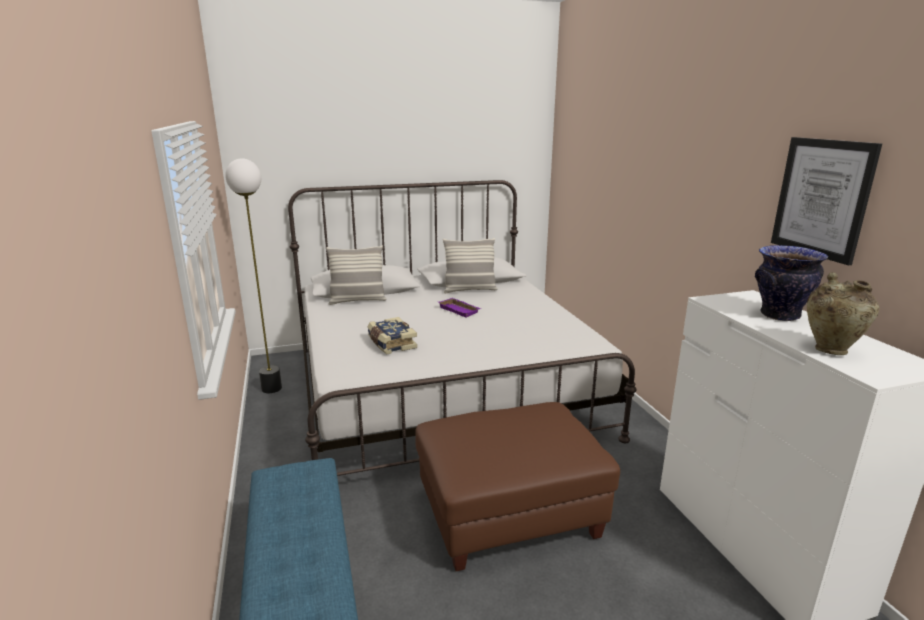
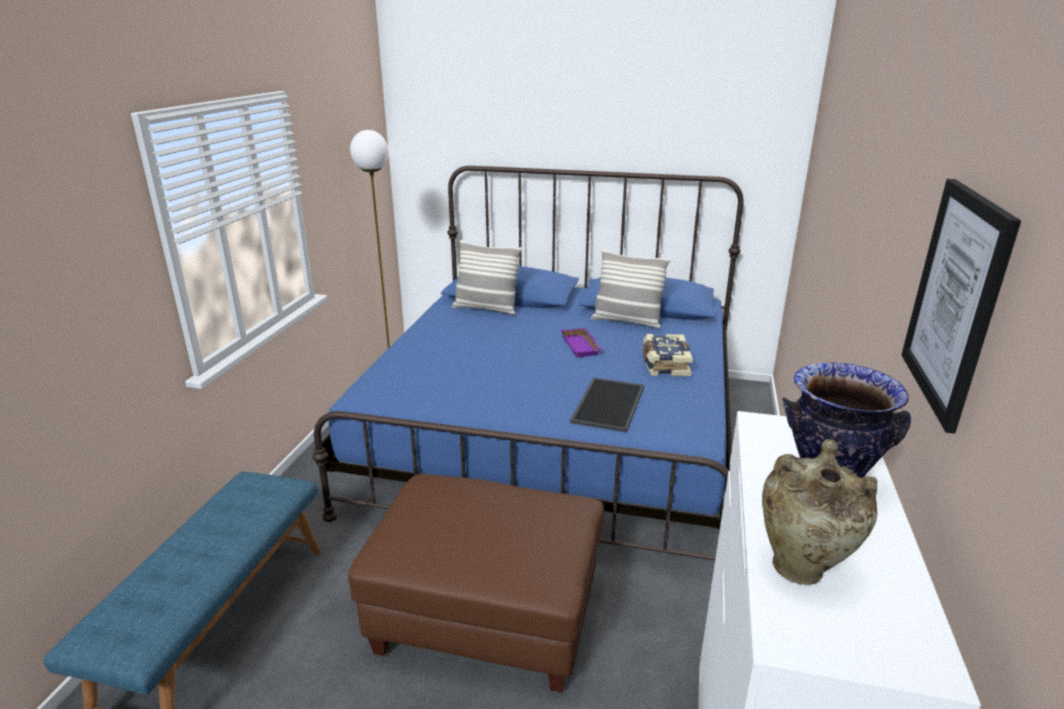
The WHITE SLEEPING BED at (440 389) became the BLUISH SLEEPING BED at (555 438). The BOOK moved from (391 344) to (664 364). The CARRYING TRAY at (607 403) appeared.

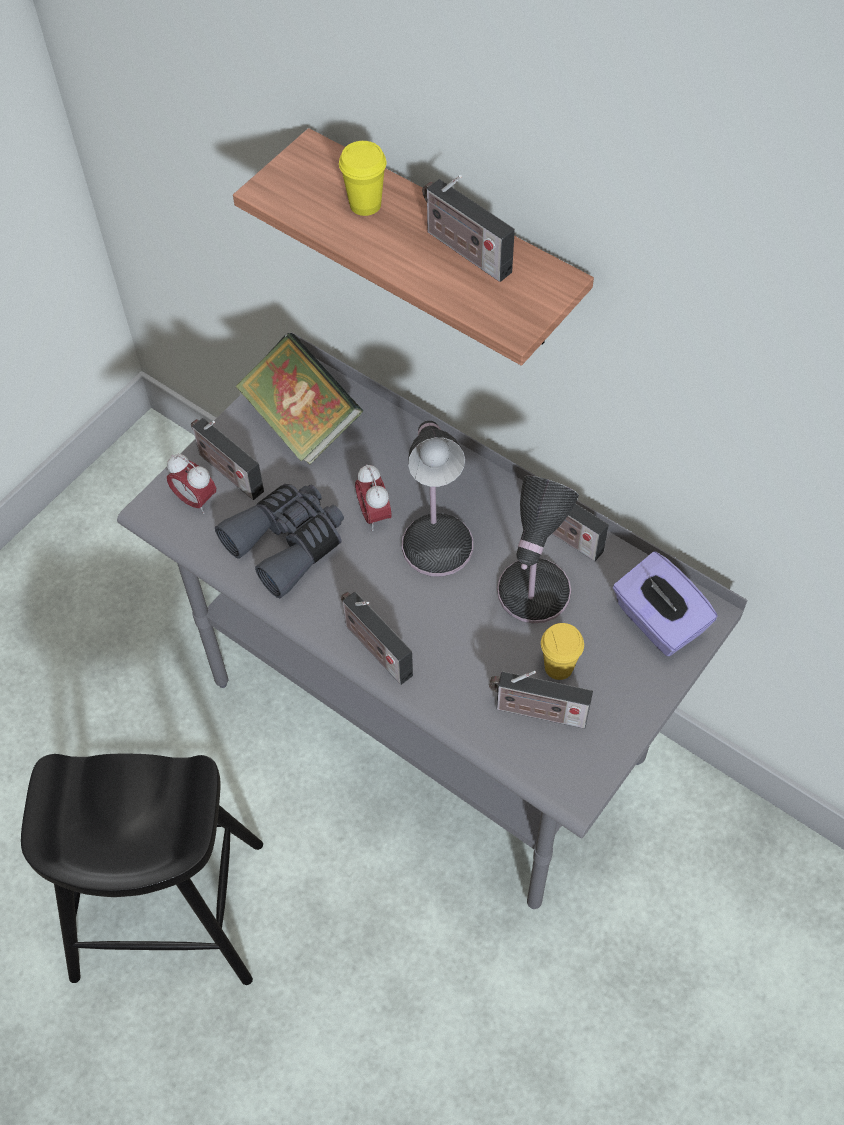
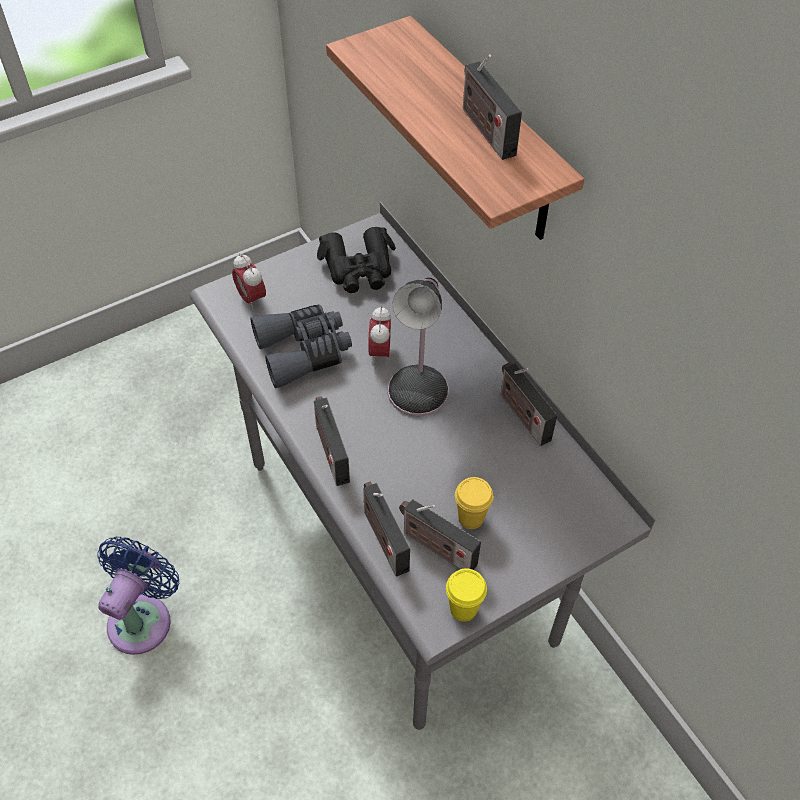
The BLACKISH SITTING STOOL at (169 910) was replaced by the BLUISH COOLING FAN at (143 618). The RADIO RECEIVER moved from (227 471) to (383 538). The BOOK at (302 421) was replaced by the BLACKISH BINOCULARS at (359 268). The YELLOW-COLOURED CUP moved from (365 204) to (463 609). The TABLETOP LAMP at (531 595) disappeared. The PURPLISH TISSUE BOX at (658 621) disappeared.

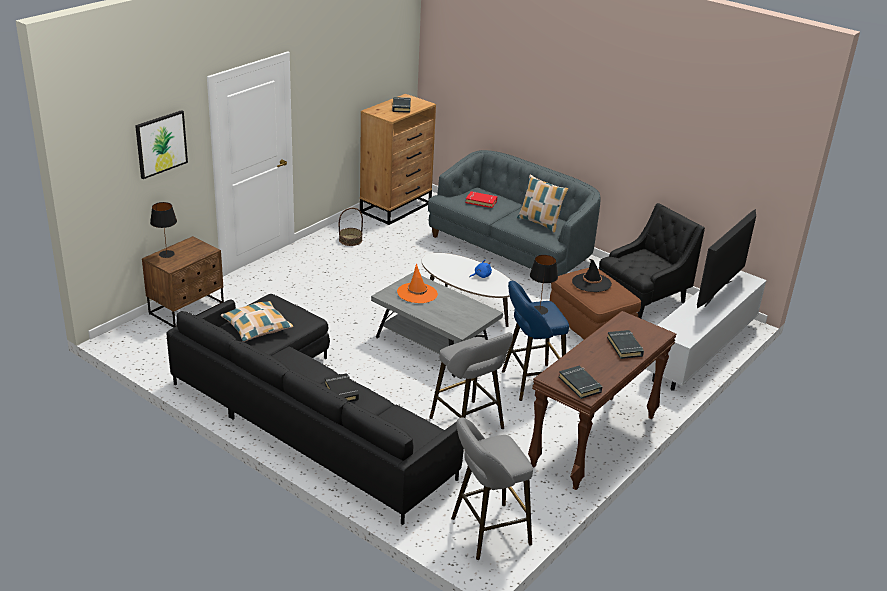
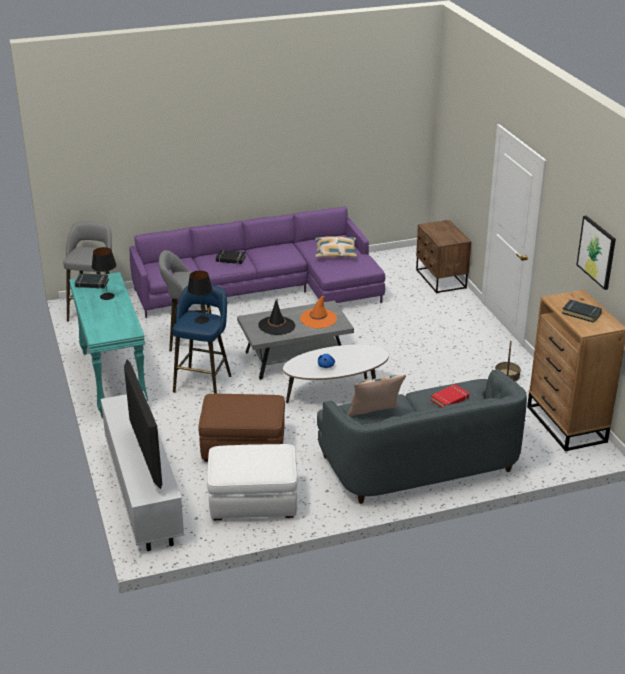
The PICTURE moved from (161 144) to (597 252). The BLACKISH TABLETOP LAMP moved from (167 254) to (107 296). The BLACKISH SOFA at (305 415) became the PURPLISH SOFA at (266 289). The BROWN-COLOURED NARROW TABLE at (594 441) became the BLUE-GREEN NARROW TABLE at (112 380). The BLACKISH HAT moved from (591 283) to (276 326). The BLACKISH ARMCHAIR at (642 300) was replaced by the WHITE OTTOMAN at (252 502). The BLACKISH BOOK at (625 347) disappeared.

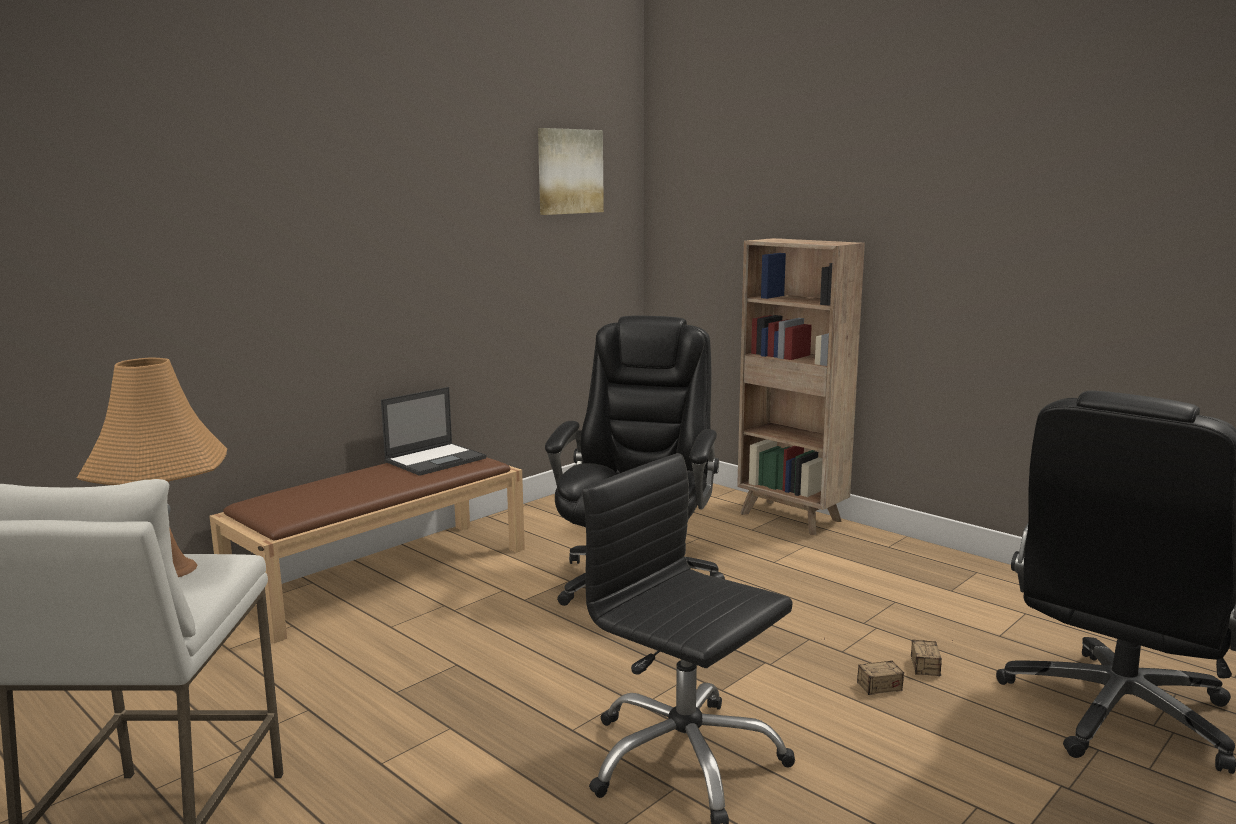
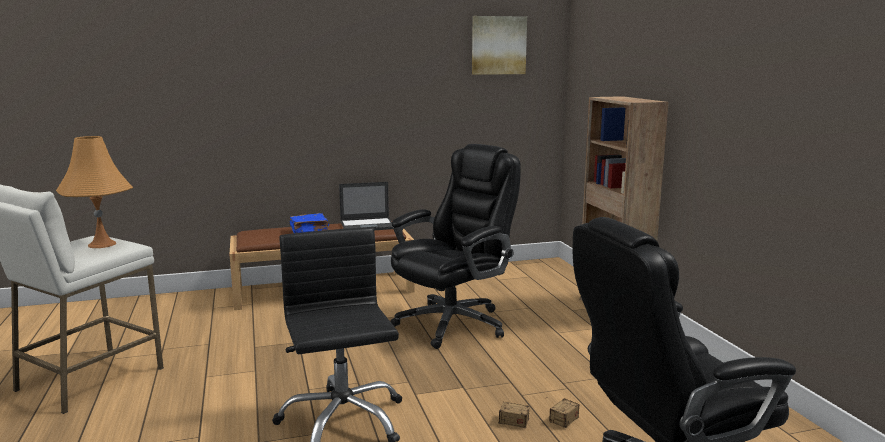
The BLUISH BOOK at (310 231) appeared.

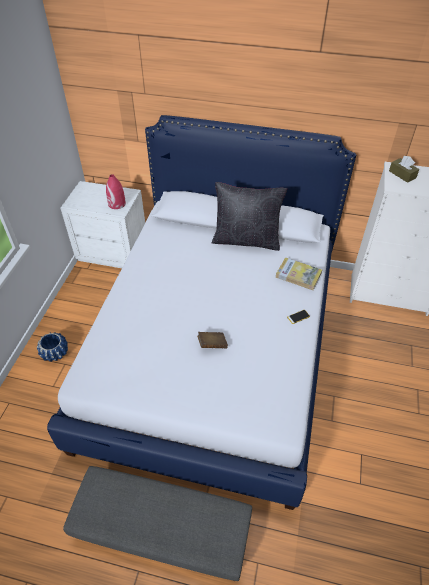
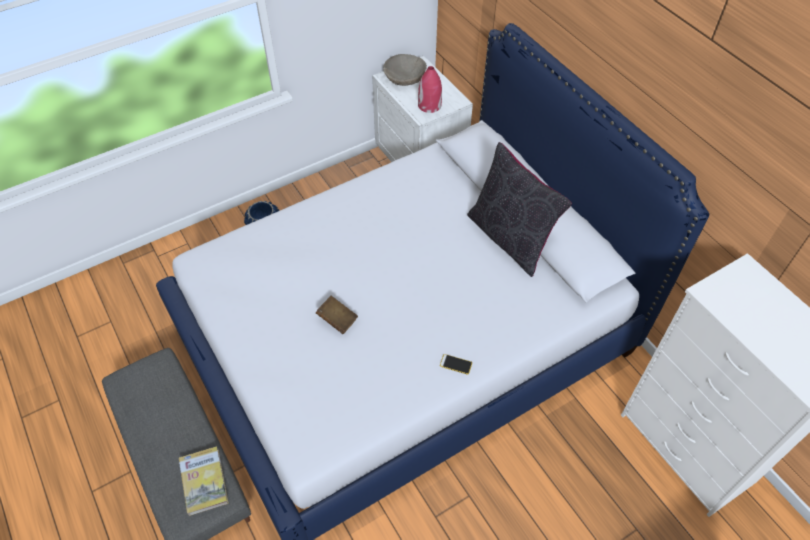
The BOOK moved from (298 275) to (204 481). The BROWN-COLOURED TISSUE BOX at (402 174) disappeared. The SAND-COLOURED SERVING BOWL at (404 77) appeared.

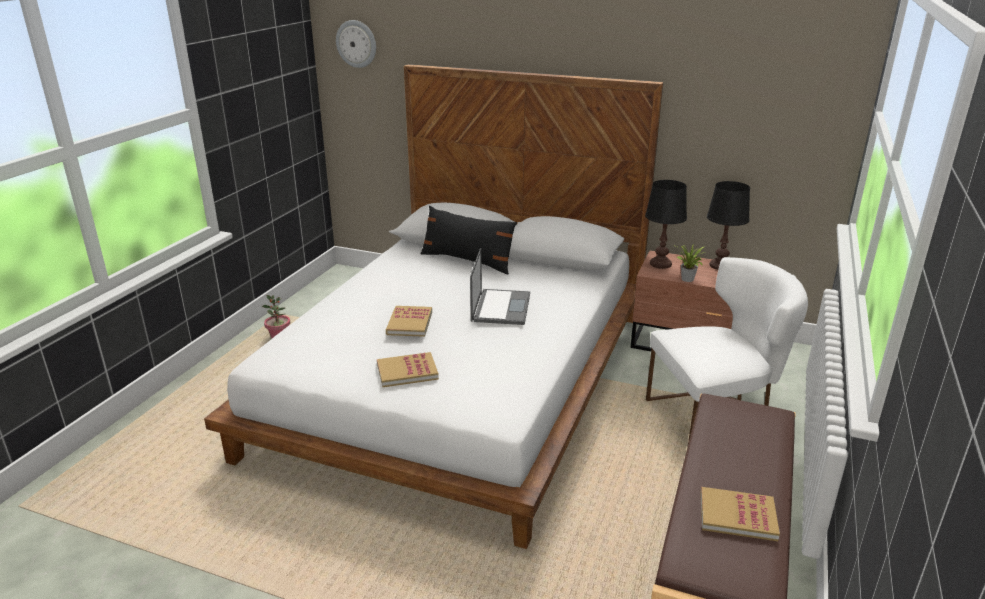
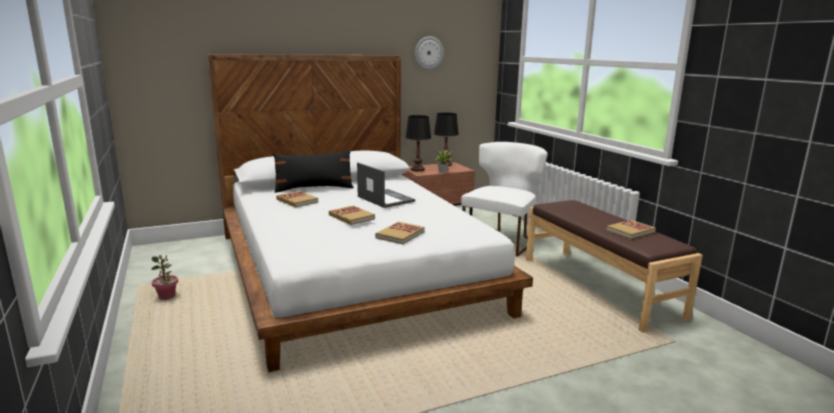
The WALL CLOCK moved from (356 44) to (428 53). The BOOK at (297 201) appeared.

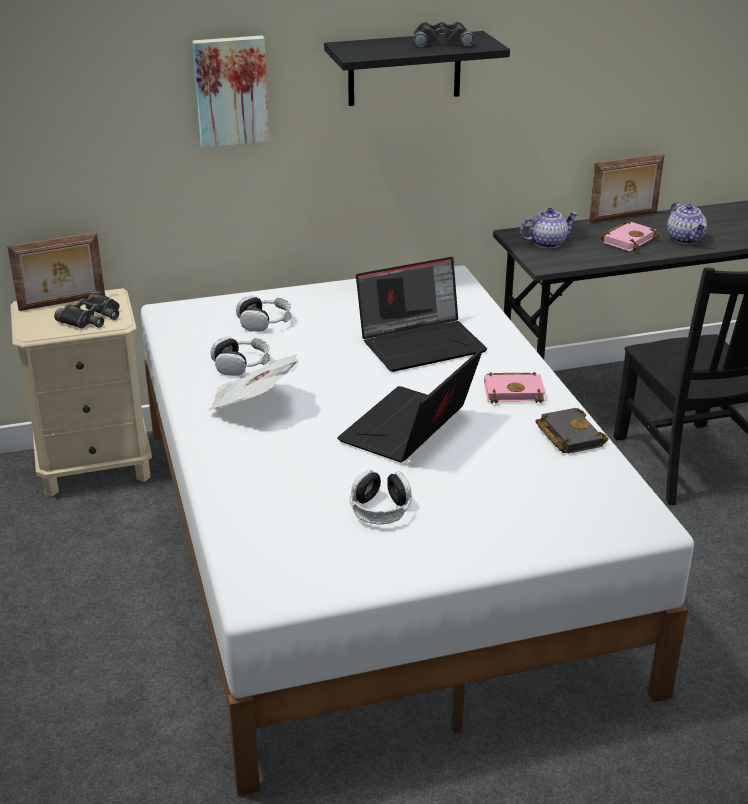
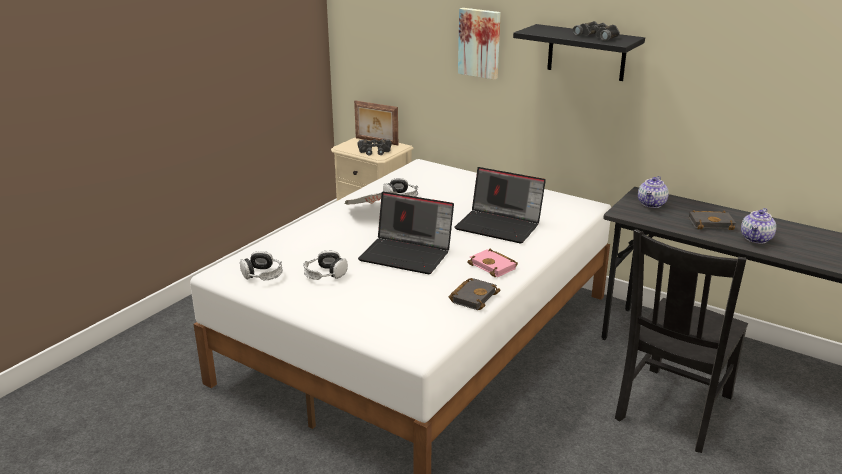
The HEADSET moved from (265 322) to (262 275). The LAPTOP at (409 430) turned 150 degrees counterclockwise. The POT FOR TEA at (547 243) turned 90 degrees clockwise. The PHOTO FRAME at (623 218) disappeared. The PINKISH BOOK at (628 240) became the BLACKISH BOOK at (711 223).

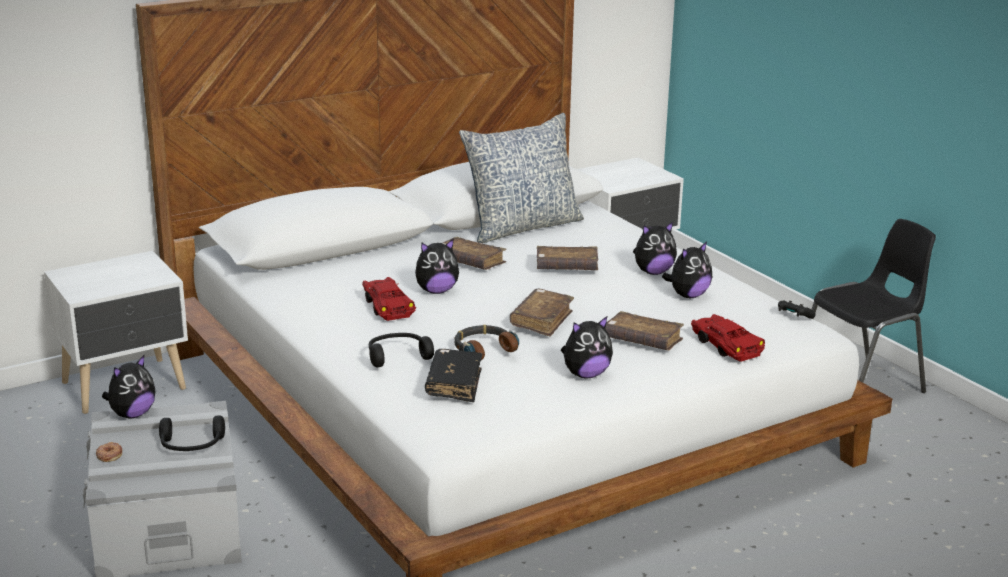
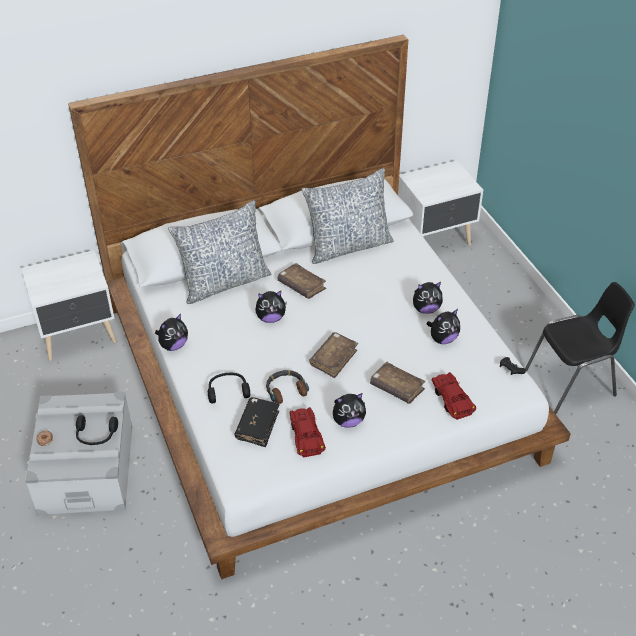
The SOFT TOY moved from (132 414) to (173 345). The REDDISH MINIATURE CAR moved from (387 306) to (306 436). The BROWN-COLOURED BOOK at (566 267) disappeared. The THROW PILLOW at (224 282) appeared.

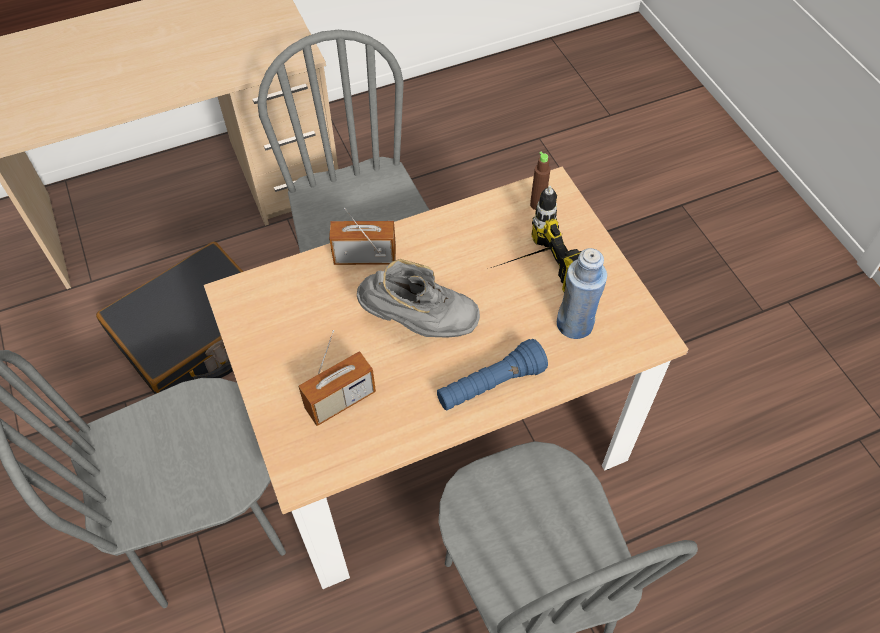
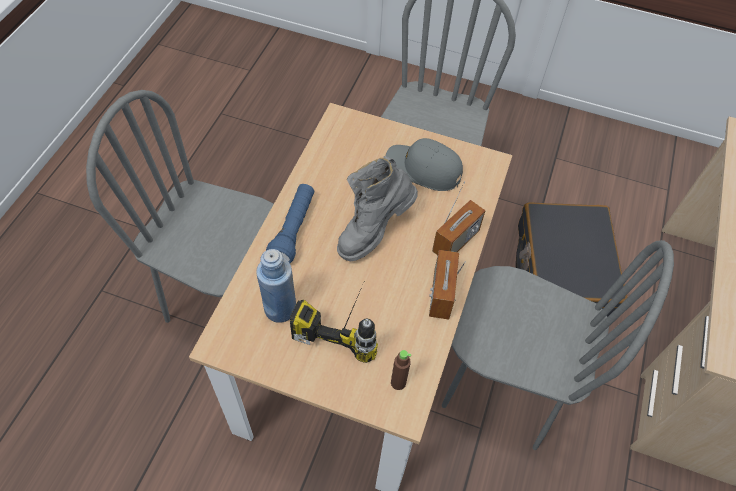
The RADIO RECEIVER moved from (340 401) to (441 294). The GRAY PEAKED CAP at (423 169) appeared.

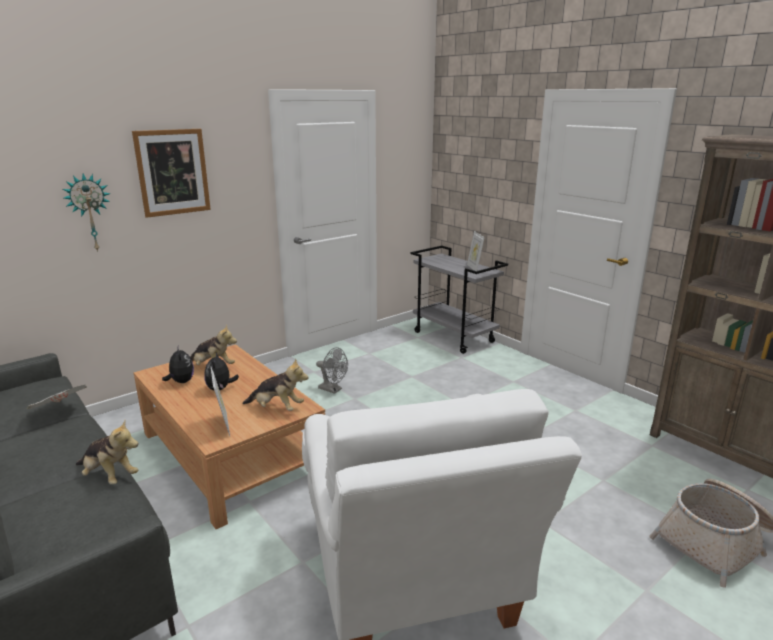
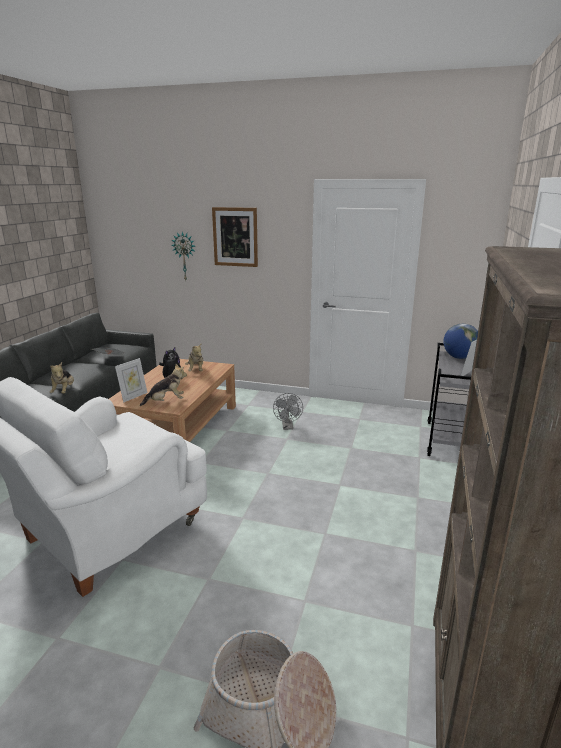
The SOFT TOY at (277 408) turned 90 degrees counterclockwise. The DESK GLOBE at (459 357) appeared.

